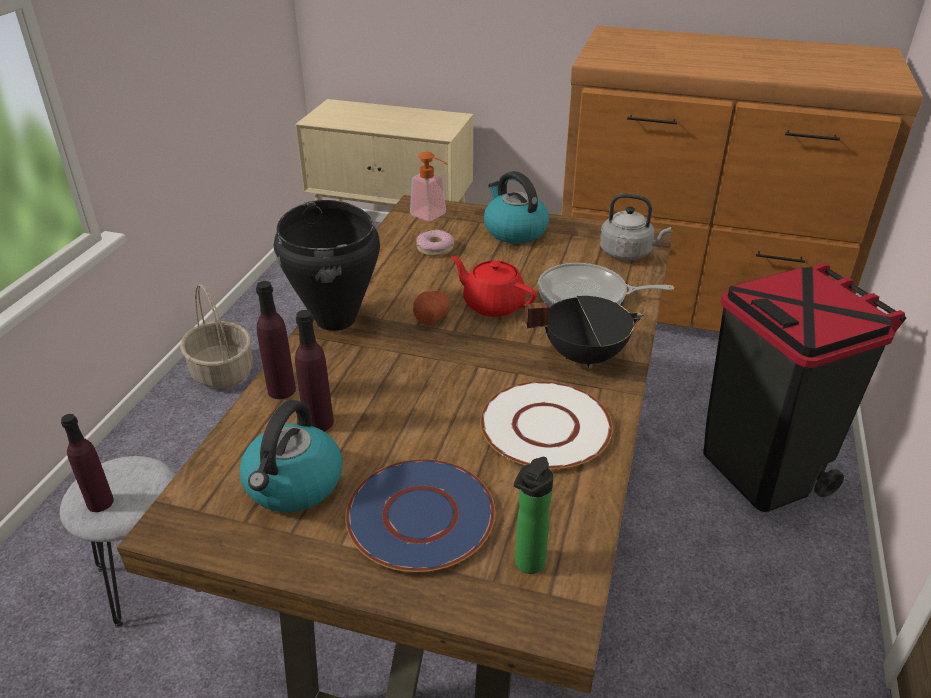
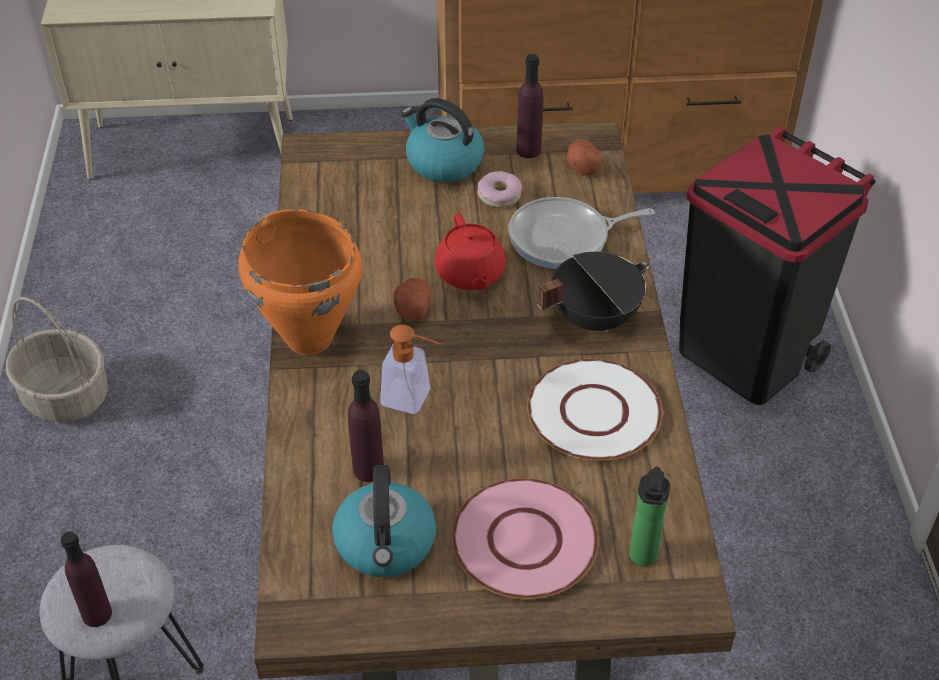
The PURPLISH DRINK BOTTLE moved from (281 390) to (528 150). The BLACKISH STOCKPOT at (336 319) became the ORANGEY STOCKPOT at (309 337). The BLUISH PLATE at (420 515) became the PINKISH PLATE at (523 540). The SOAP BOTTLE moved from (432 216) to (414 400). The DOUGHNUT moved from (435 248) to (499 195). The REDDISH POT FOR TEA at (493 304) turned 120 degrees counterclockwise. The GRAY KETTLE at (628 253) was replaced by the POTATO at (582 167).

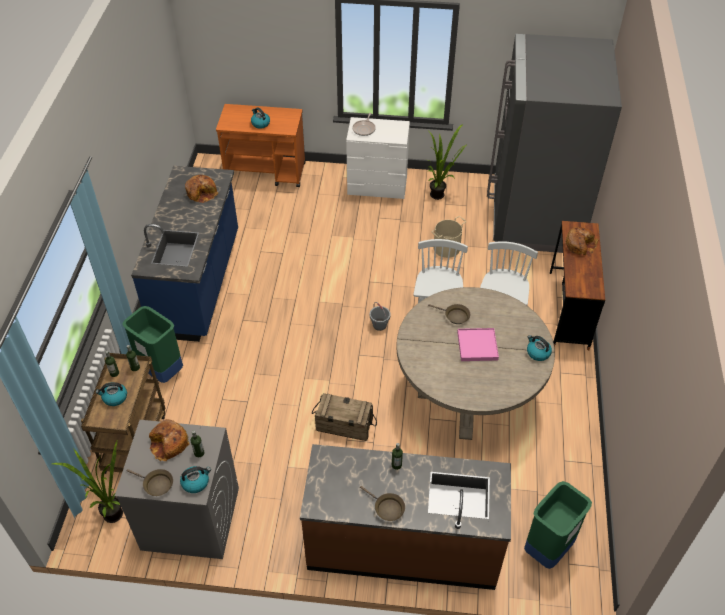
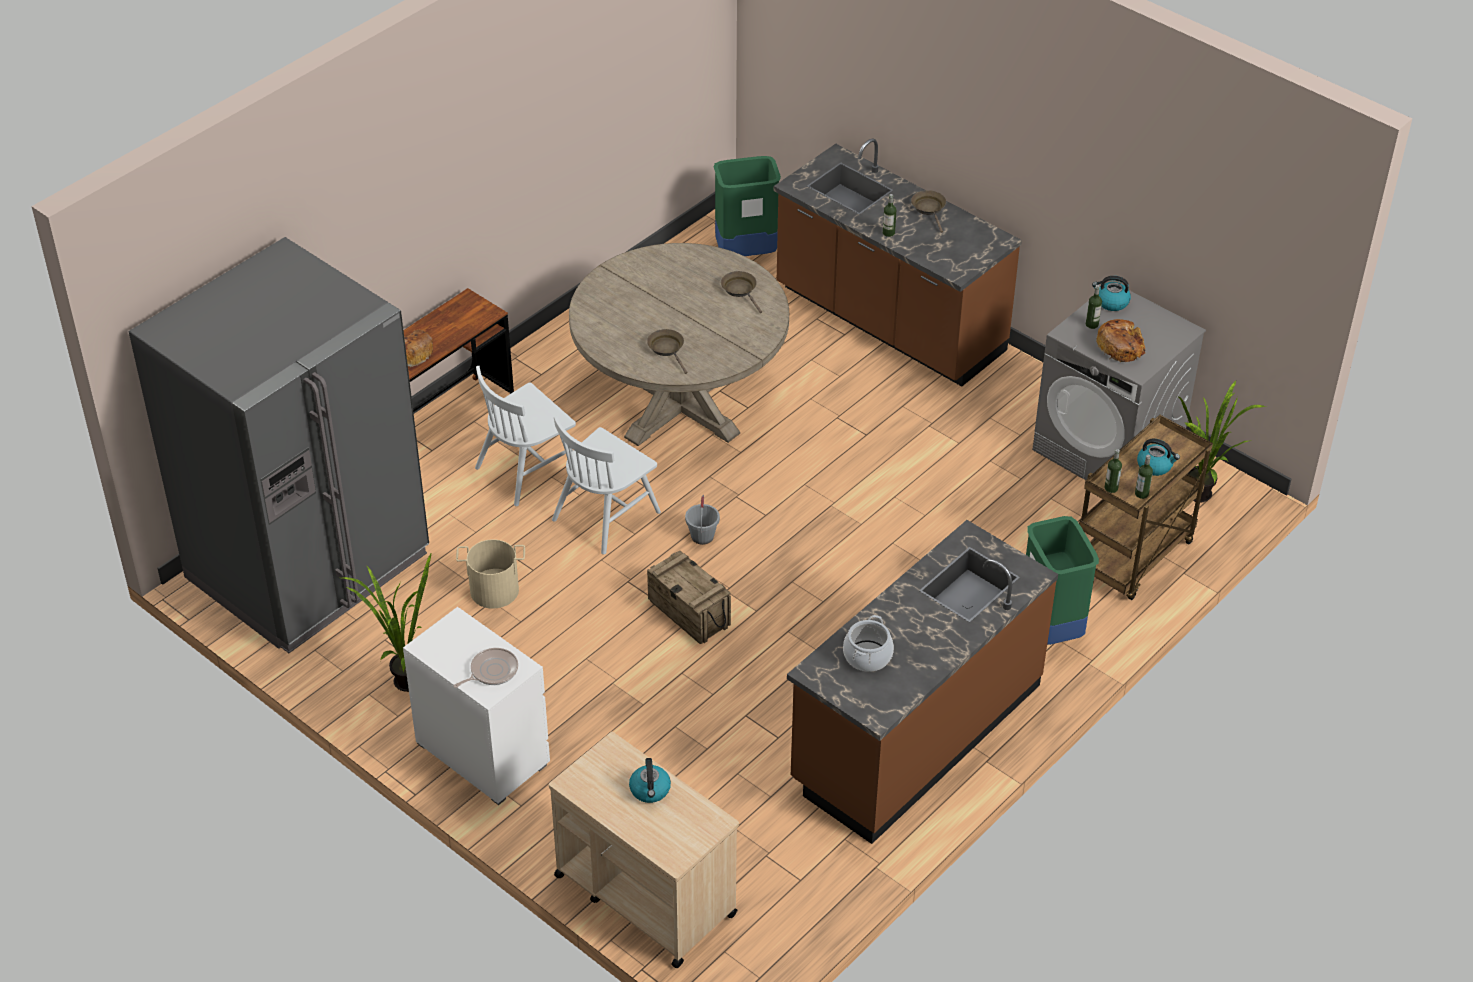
The BROWN-COLOURED PAN moved from (156 484) to (740 290). The BLUISH KITCHEN BASE UNIT at (198 283) became the BROWN-COLOURED KITCHEN BASE UNIT at (915 733). The BREAD at (202 192) was replaced by the STOCKPOT at (868 656). The ORANGEY WHEELED CART at (266 172) became the SAND-COLOURED WHEELED CART at (644 894). The PACKING CRATE moved from (344 426) to (689 612). The PINKISH CARRYING TRAY at (477 346) disappeared. The KETTLE at (537 353) disappeared.

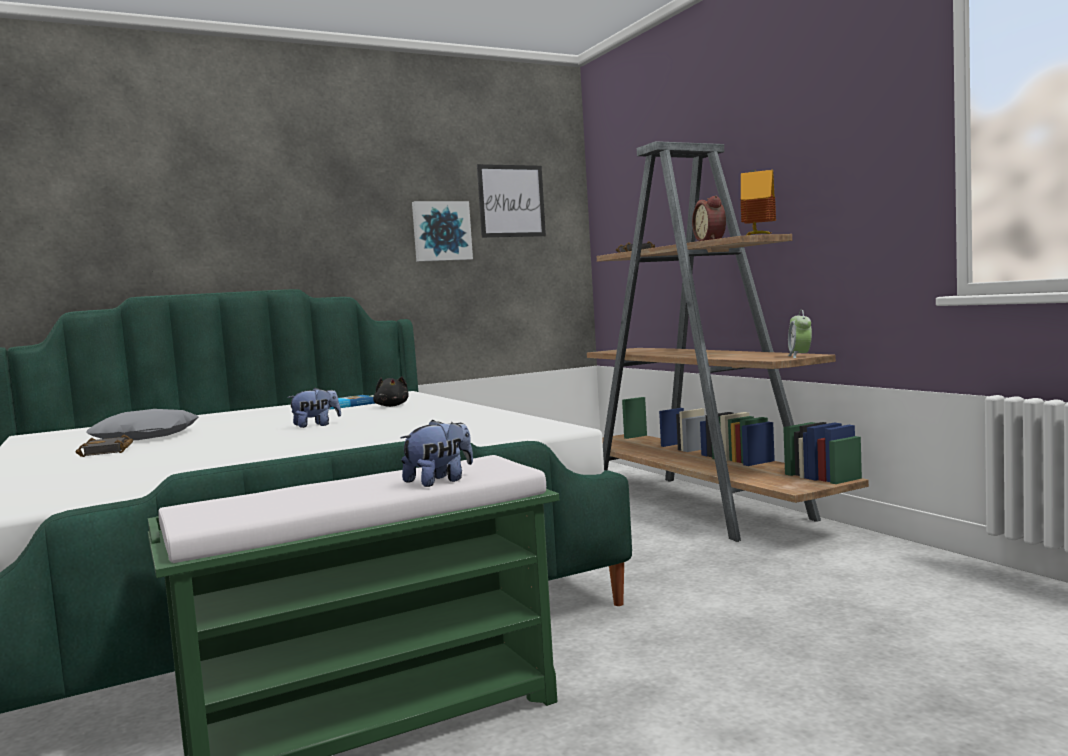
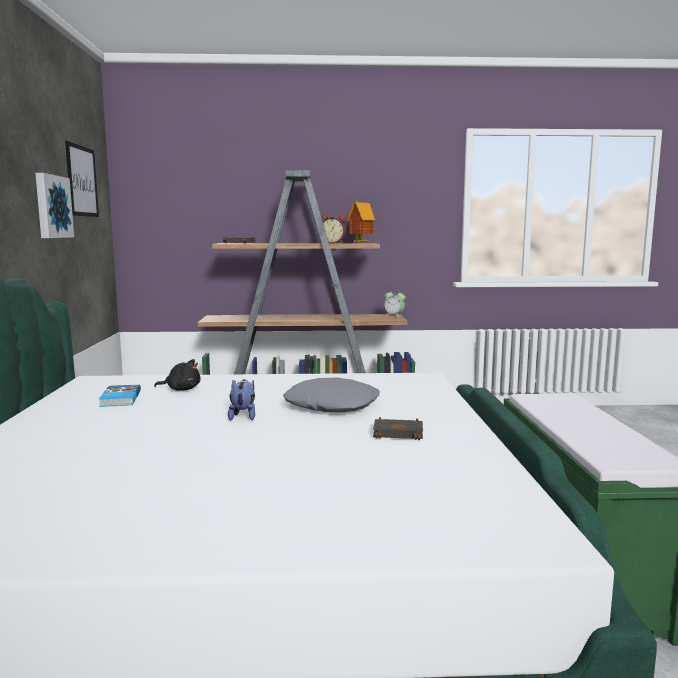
The BLACKISH BOOK moved from (108 451) to (399 433). The GRAY THROW PILLOW moved from (147 436) to (332 405). The SOFT TOY at (440 481) disappeared.

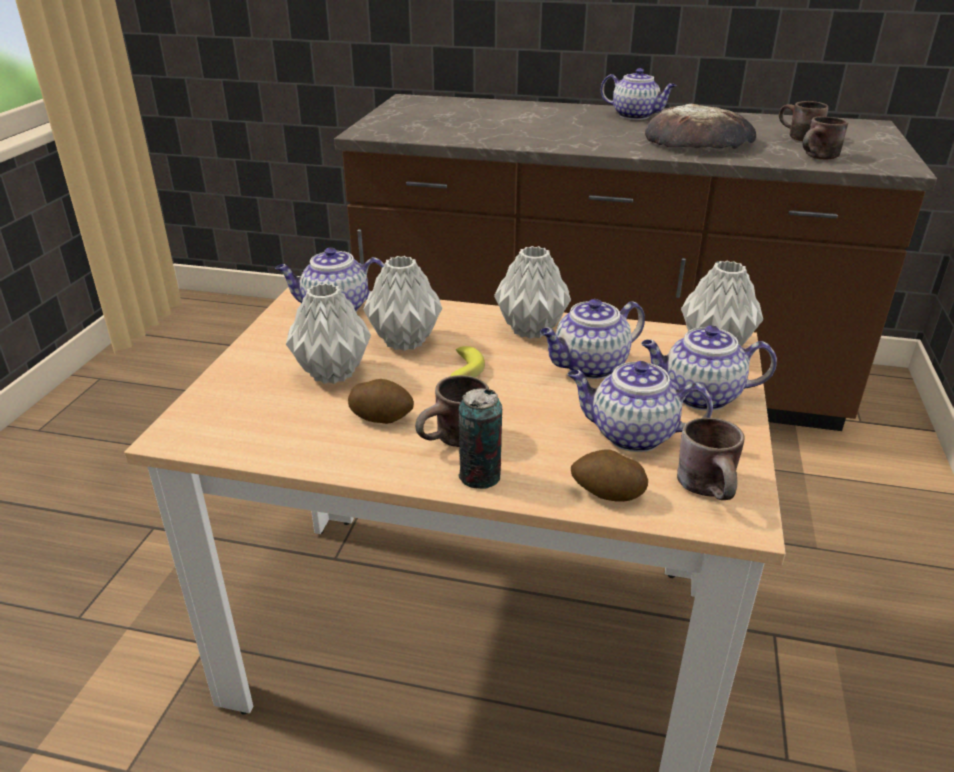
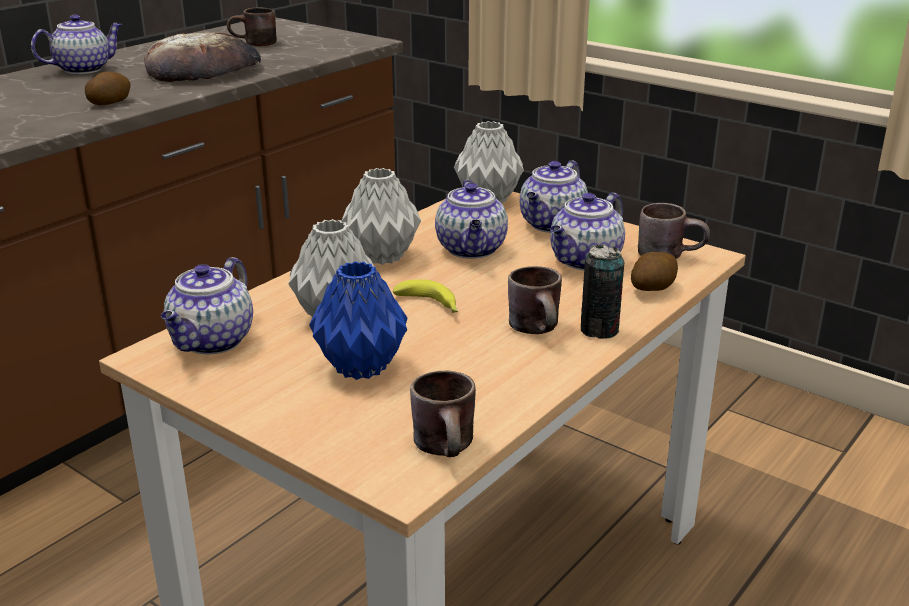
The GRAY DECORATIVE VASE at (332 372) became the BLUISH DECORATIVE VASE at (359 367). The POTATO moved from (382 417) to (110 102). The BROWN-COLOURED TEA MUG moved from (820 158) to (451 448).

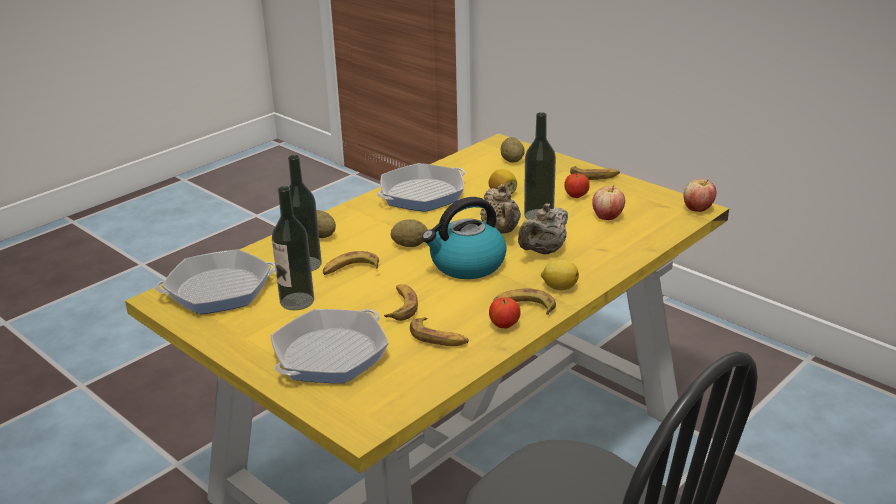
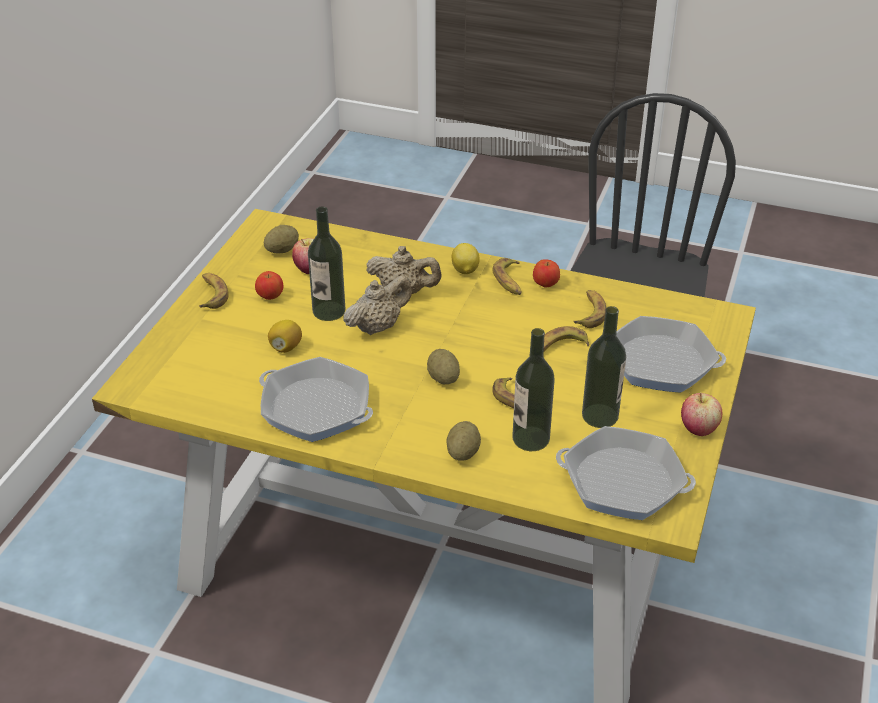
The PAN at (219 290) turned 150 degrees clockwise. The KETTLE at (466 265) disappeared. The POTATO moved from (512 160) to (282 250). The APPLE FRUIT moved from (698 209) to (698 429).

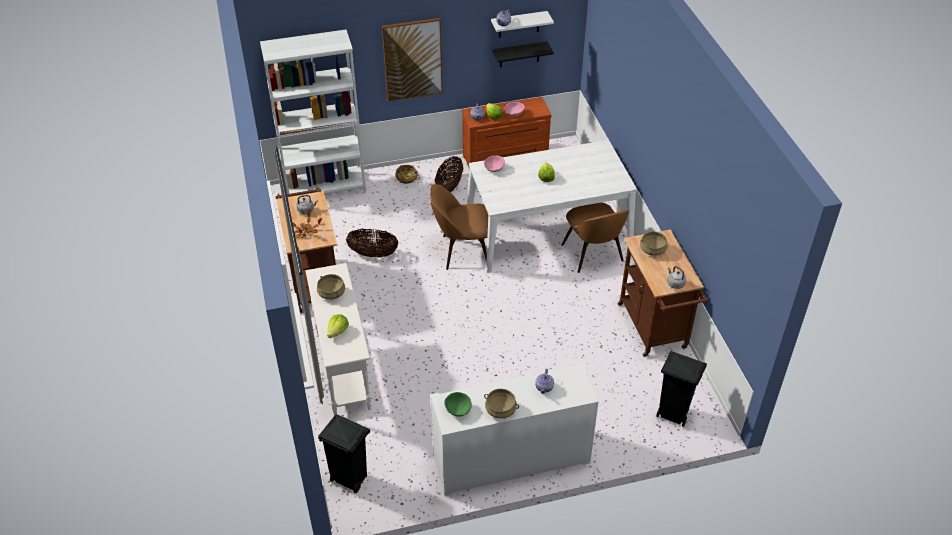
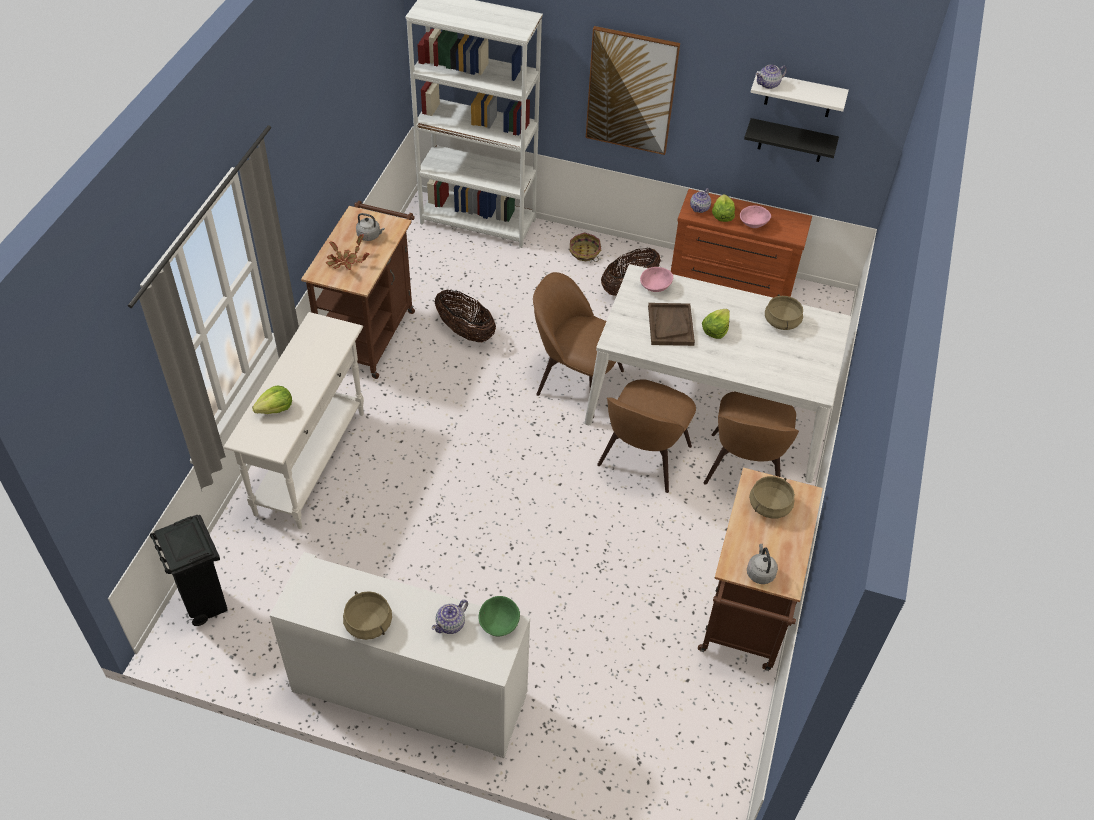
The SAND-COLOURED STOCKPOT moved from (331 293) to (781 321). The GREENISH SERVING BOWL moved from (458 410) to (499 623). The BLACKISH RUBBISH BIN at (672 414) disappeared. The BROWN-COLOURED UPRIGHT CHAIR at (642 458) appeared. The BROWN-COLOURED CARRYING TRAY at (670 325) appeared.

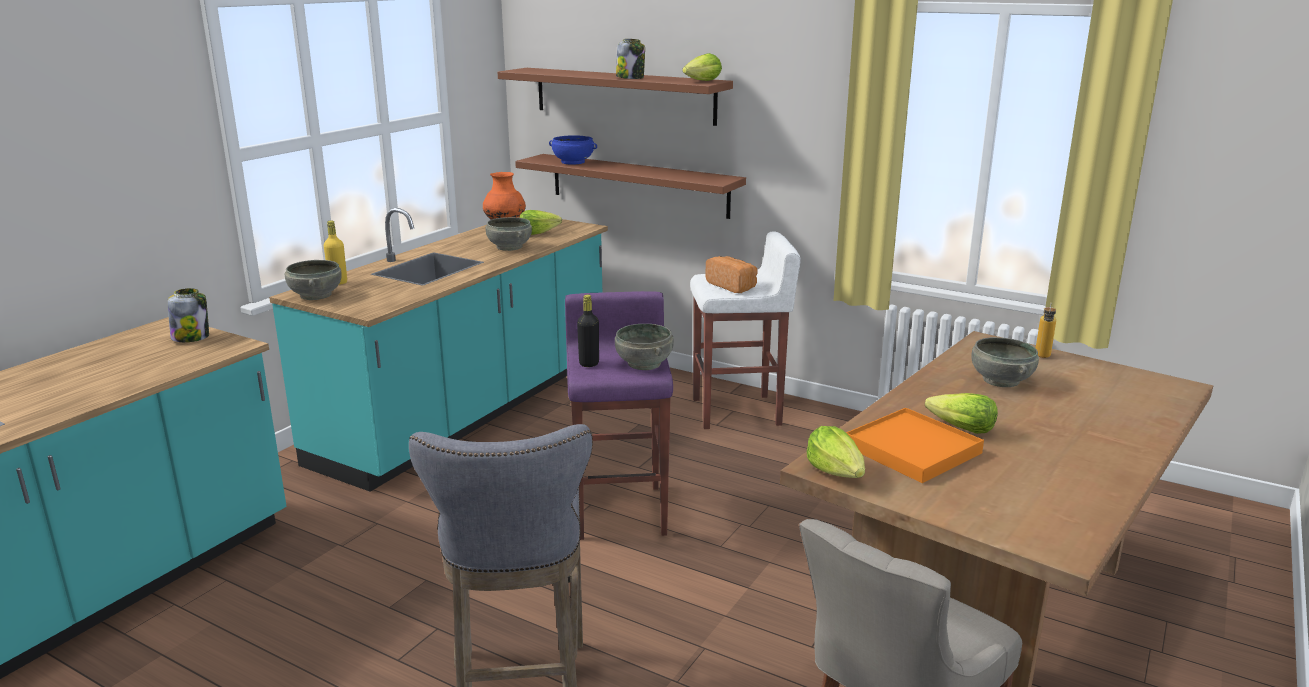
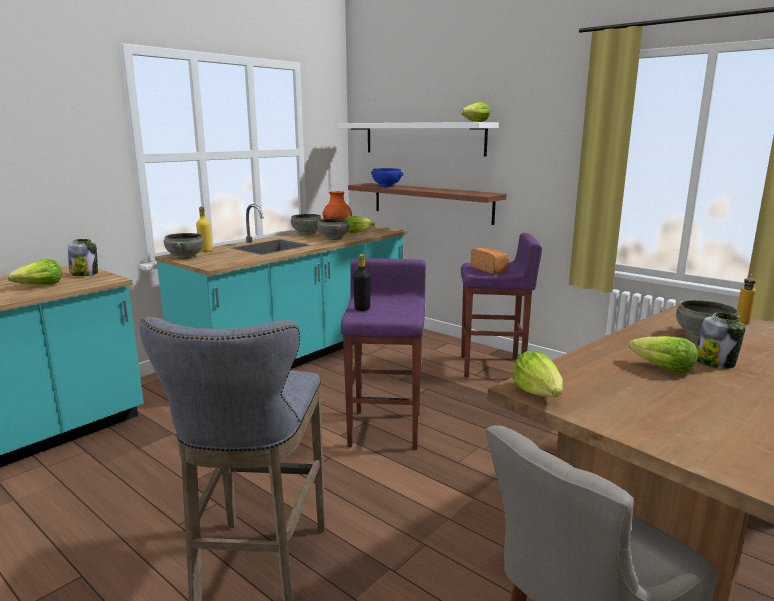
The BROWN-COLOURED SHELF at (623 95) became the WHITE SHELF at (423 138). The GRAY SERVING BOWL moved from (645 363) to (307 233). The STORAGE JAR moved from (630 77) to (715 362). The WHITE SITTING STOOL at (738 412) became the PURPLISH SITTING STOOL at (493 367). The ORANGEY CARRYING TRAY at (912 449) disappeared. The LETTUCE HEAD at (40 286) appeared.

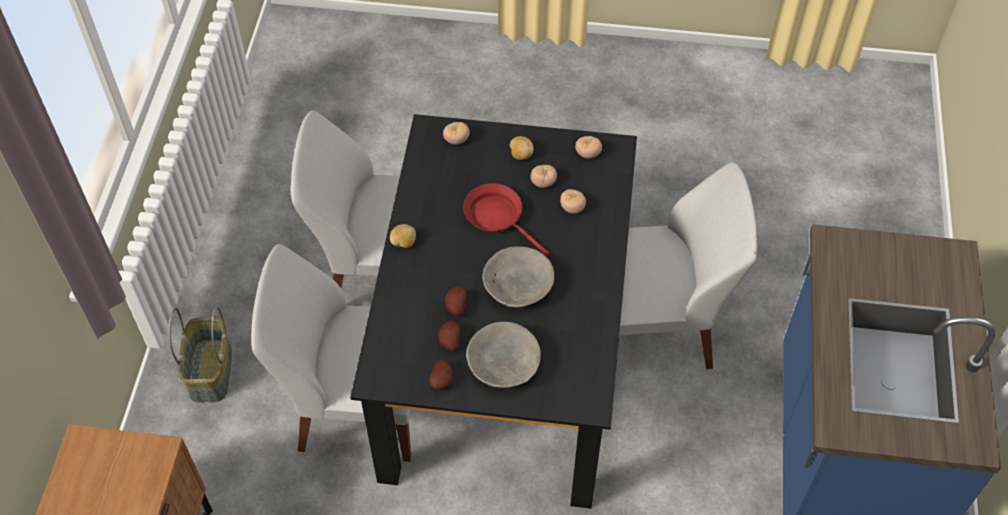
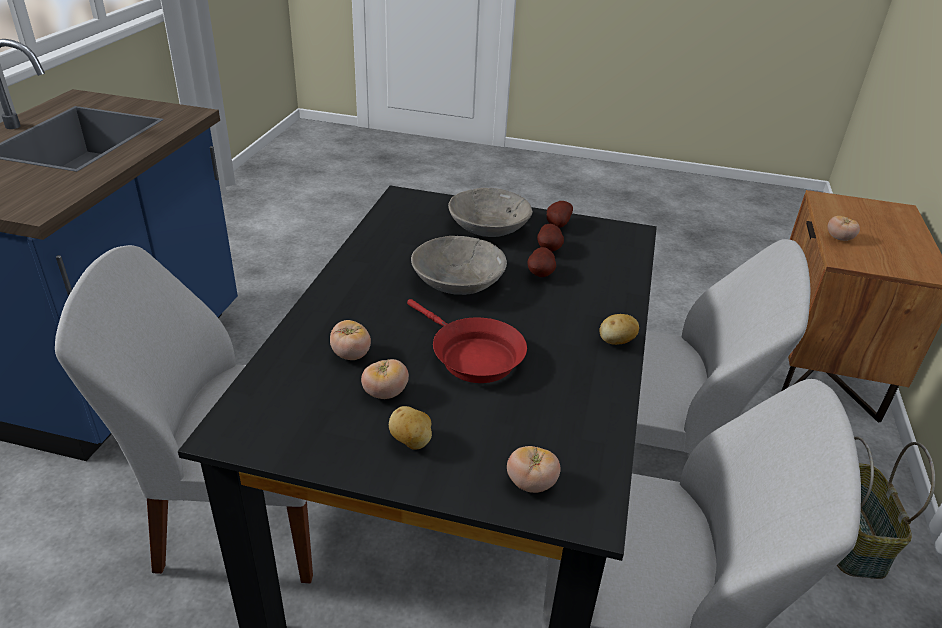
The FRESH TOMATO moved from (588 154) to (839 238).

